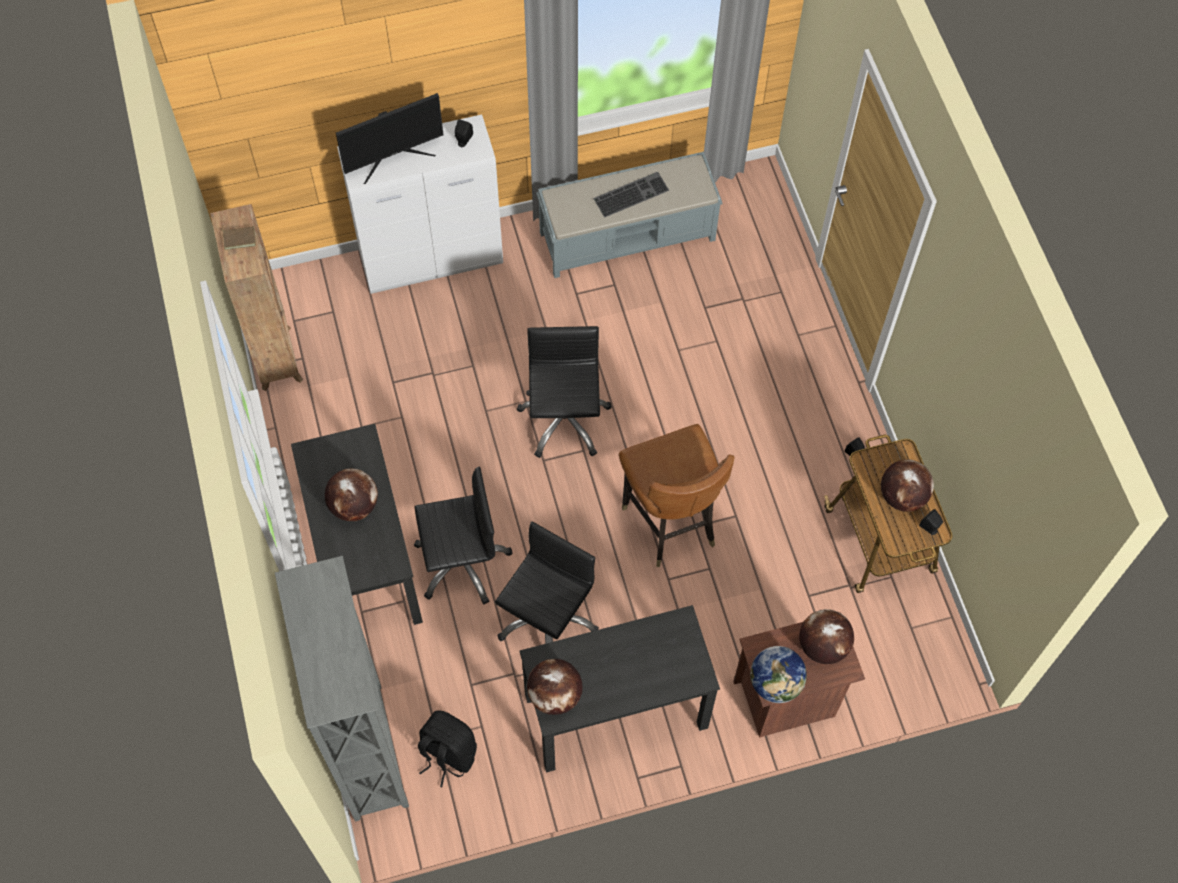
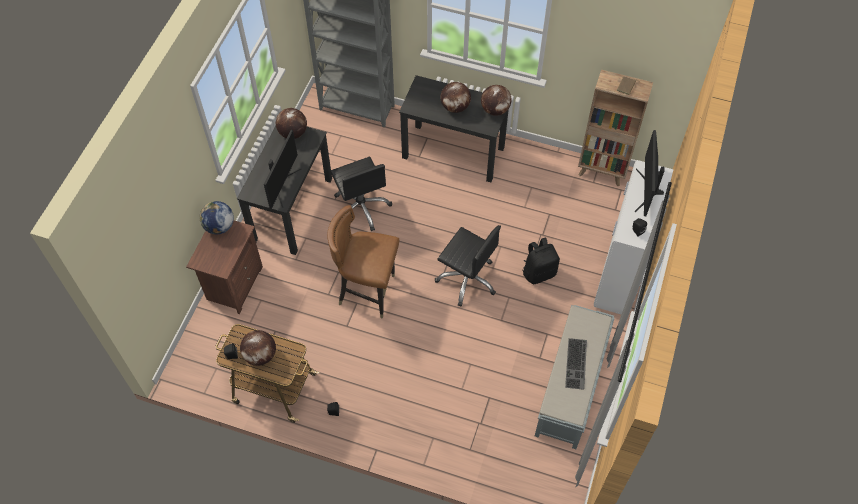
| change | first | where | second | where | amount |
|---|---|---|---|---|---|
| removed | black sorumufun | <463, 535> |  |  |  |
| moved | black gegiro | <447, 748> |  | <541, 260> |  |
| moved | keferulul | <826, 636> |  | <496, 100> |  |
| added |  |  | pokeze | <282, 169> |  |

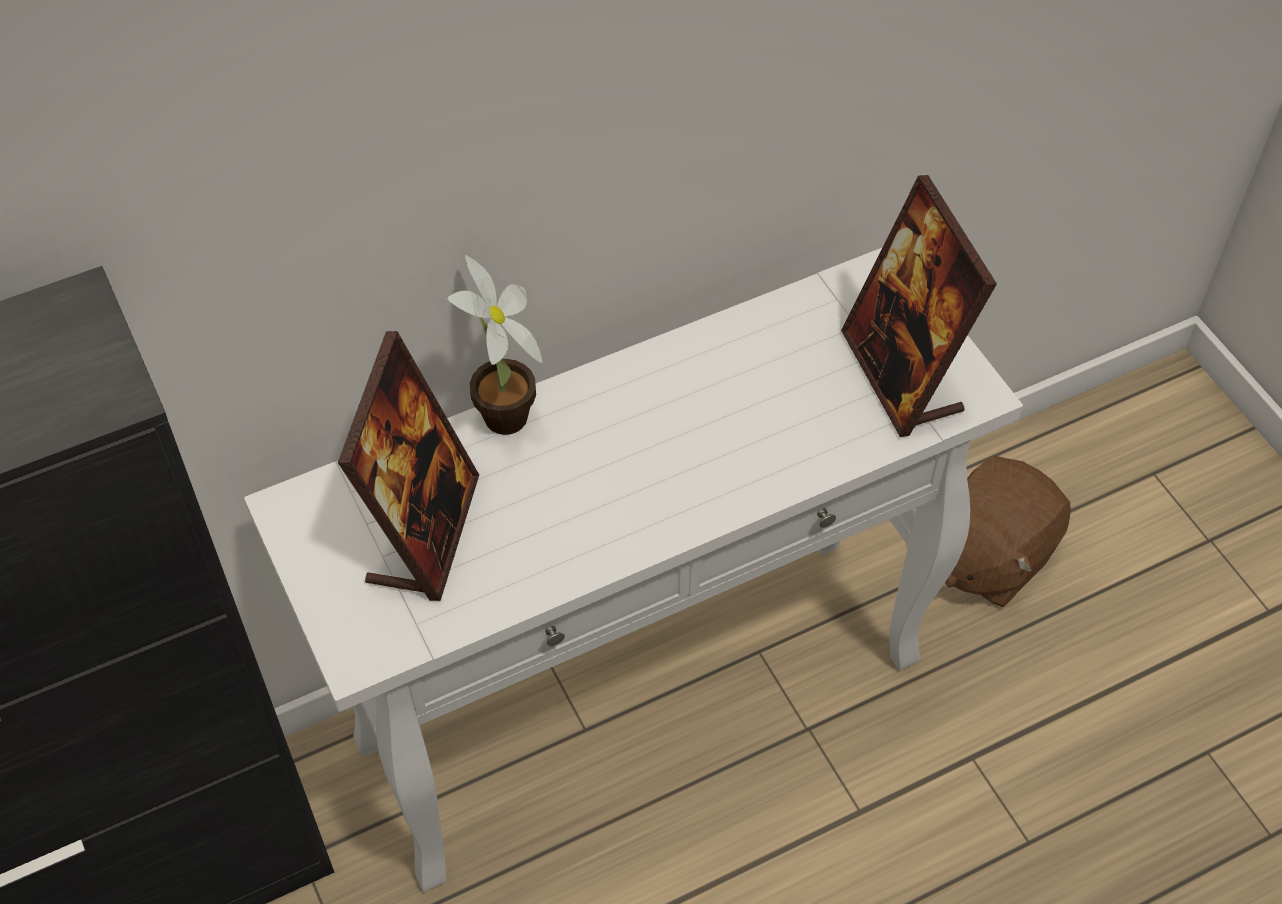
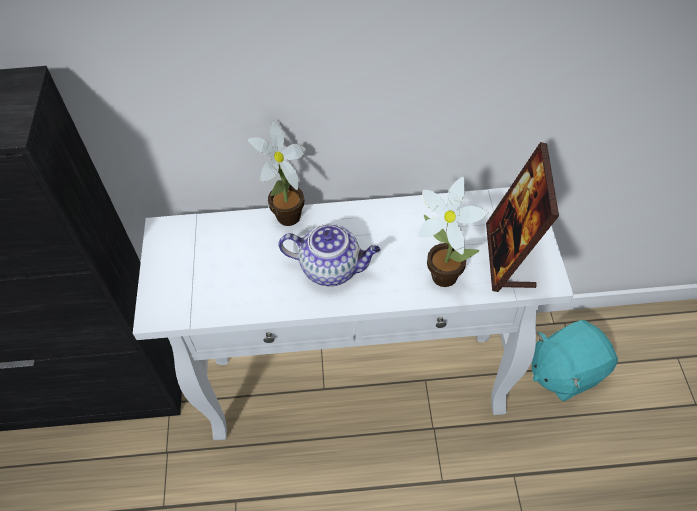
| change | first | where | second | where | amount |
|---|---|---|---|---|---|
| removed | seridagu | <408, 466> |  |  |  |
| recoloured | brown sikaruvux | <1008, 531> | turquoise sikaruvux | <575, 361> |  |
| added |  |  | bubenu | <329, 255> |  |
| added |  |  | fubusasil | <453, 232> |  |

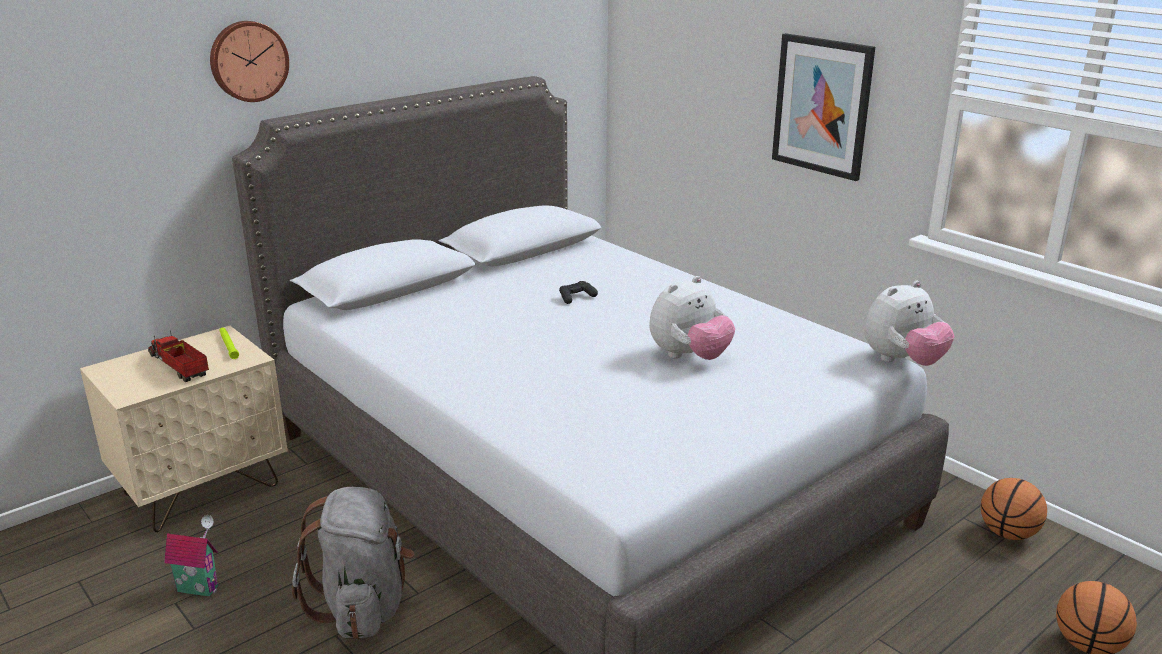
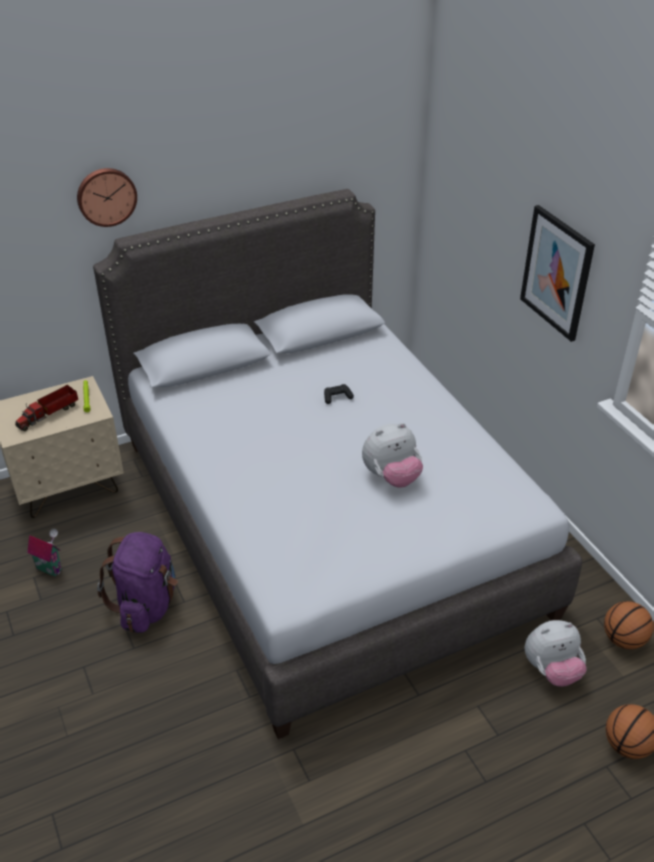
| change | first | where | second | where | amount |
|---|---|---|---|---|---|
| turned | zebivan | <178, 356> |  | <46, 408> | 105 degrees counterclockwise |
| recoloured | grey gegiro | <353, 563> | purple gegiro | <137, 582> |  |
| moved | sikaruvux | <909, 323> |  | <556, 653> |  |

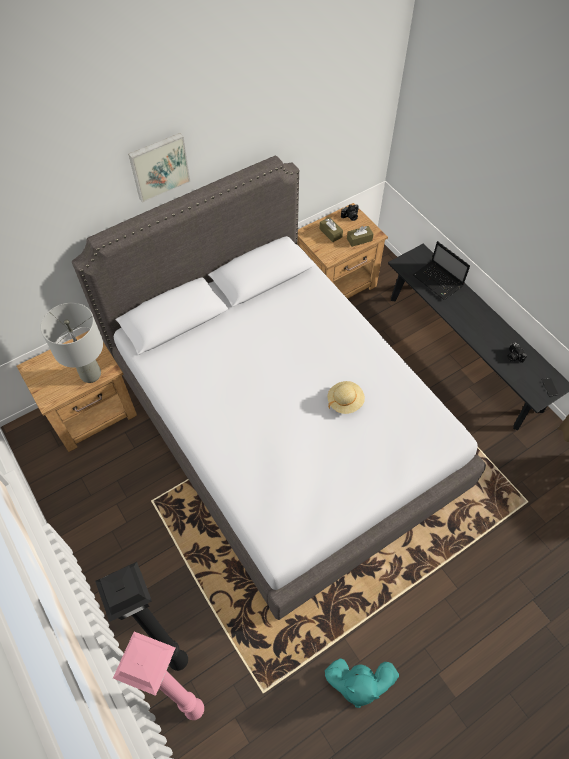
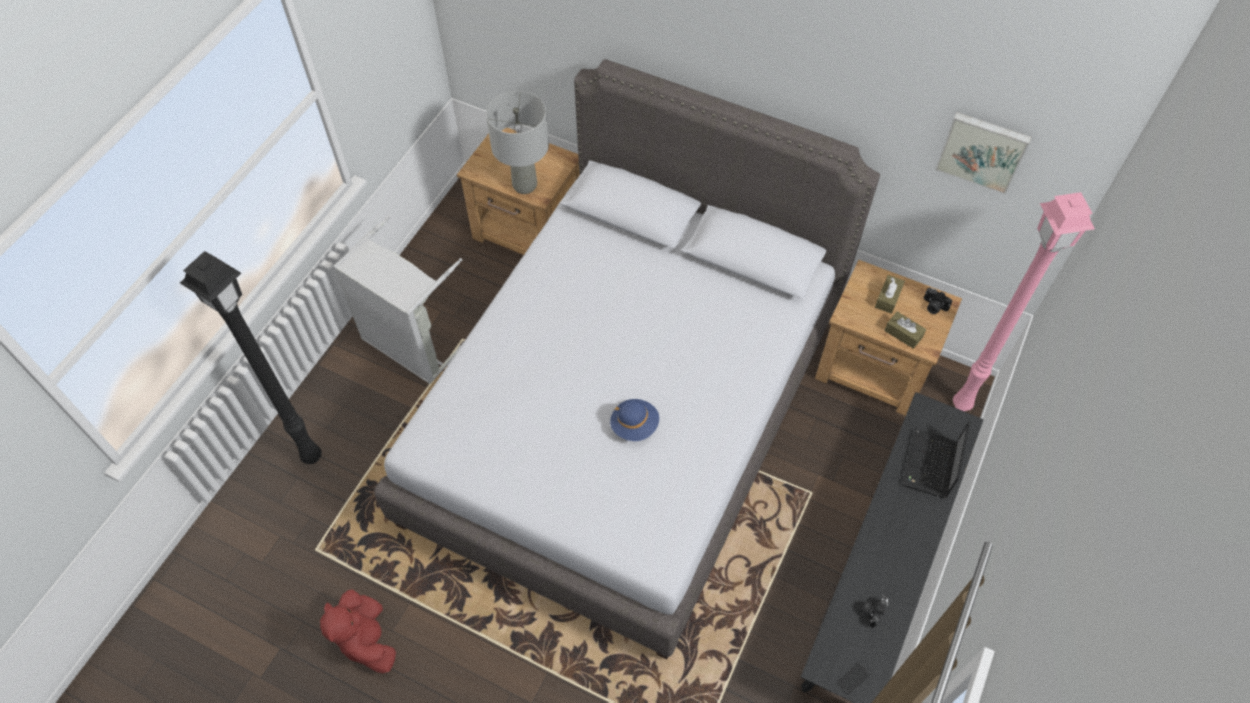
| change | first | where | second | where | amount |
|---|---|---|---|---|---|
| moved | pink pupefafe | <158, 676> |  | <1024, 301> |  |
| moved | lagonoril | <159, 168> |  | <983, 153> |  |
| recoloured | turquoise sikaruvux | <362, 683> | red sikaruvux | <358, 631> |  |
| recoloured | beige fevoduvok | <346, 397> | blue fevoduvok | <634, 420> |  |
| added |  |  | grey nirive | <398, 299> |  |

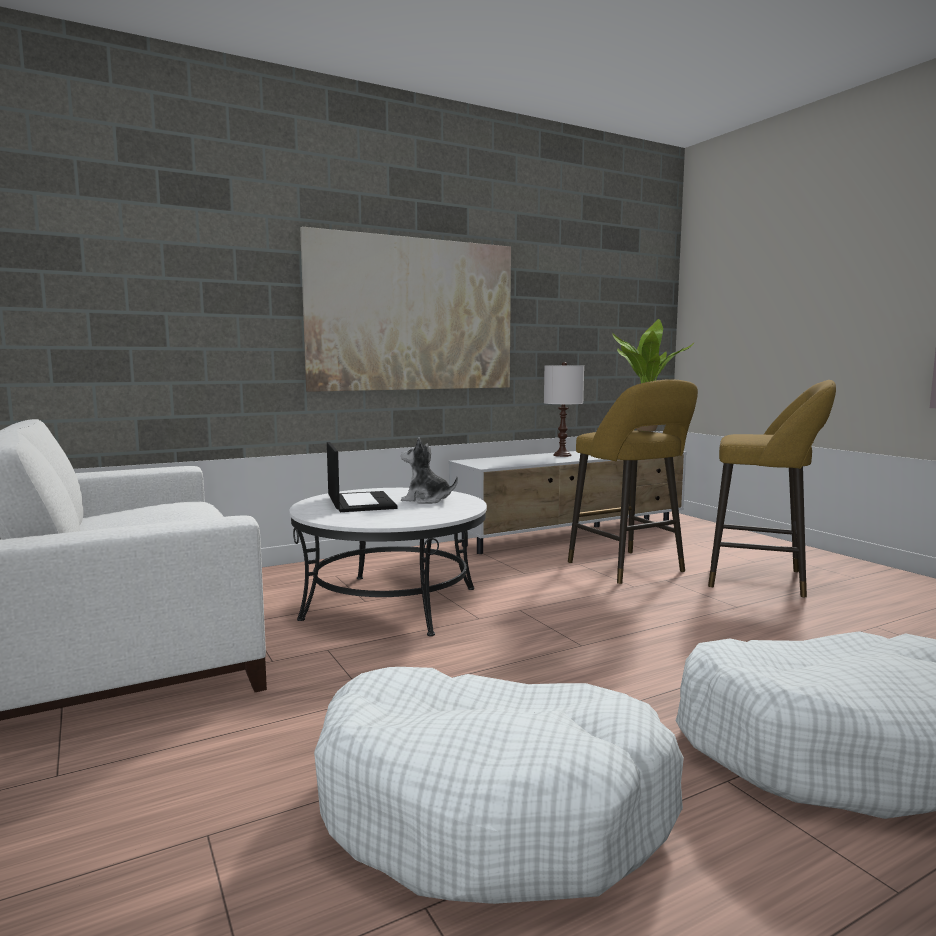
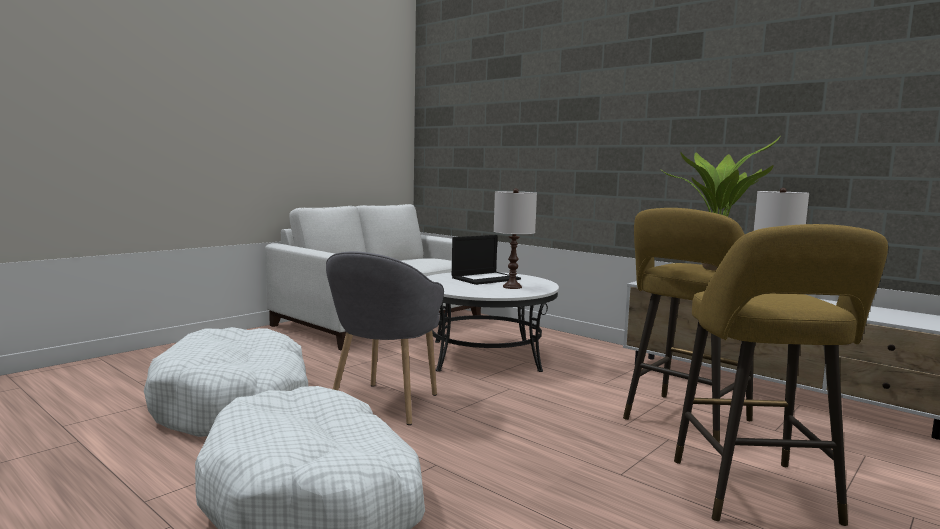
| change | first | where | second | where | amount |
|---|---|---|---|---|---|
| removed | lagonoril | <405, 309> |  |  |  |
| replaced | sikaruvux | <429, 470> | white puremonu | <515, 238> |  |
| added |  |  | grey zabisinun | <385, 338> |  |

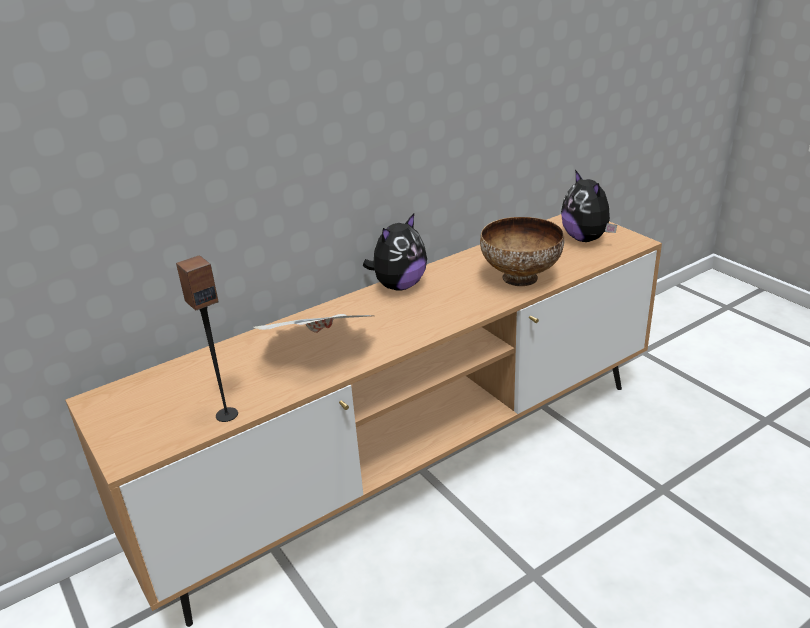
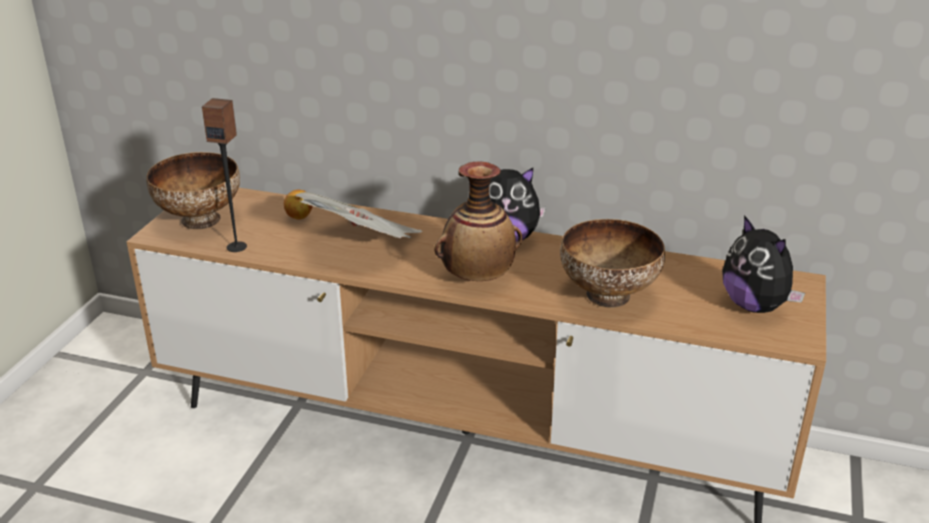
| change | first | where | second | where | amount |
|---|---|---|---|---|---|
| turned | sikaruvux | <589, 206> |  | <763, 264> | 60 degrees counterclockwise |
| added |  |  | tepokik | <193, 190> |  |
| added |  |  | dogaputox | <298, 205> |  |
| added |  |  | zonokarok | <478, 221> |  |

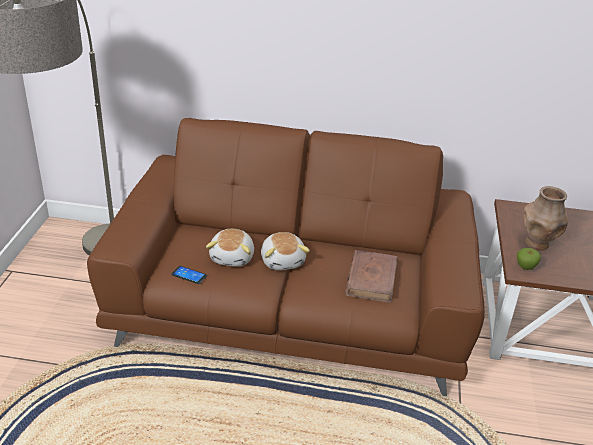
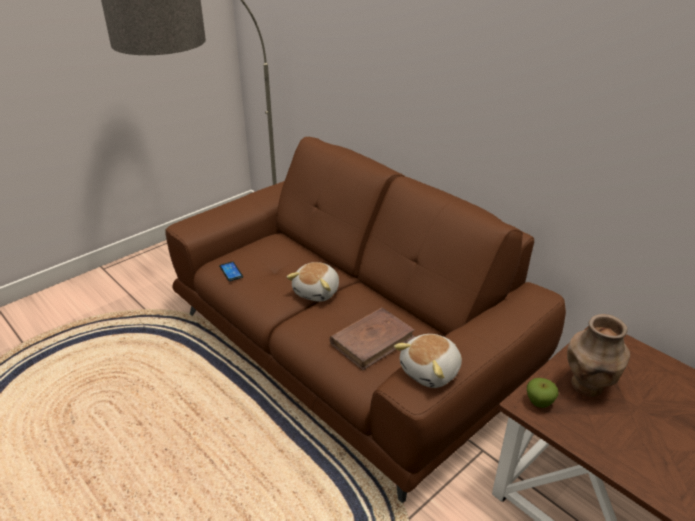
| change | first | where | second | where | amount |
|---|---|---|---|---|---|
| moved | sikaruvux | <230, 248> |  | <428, 361> |  |

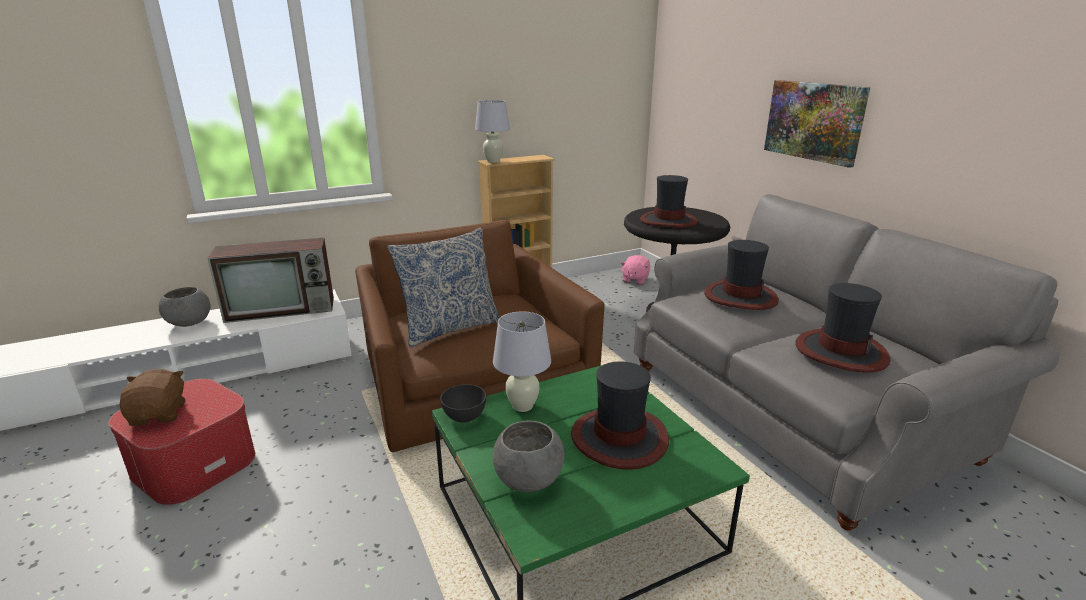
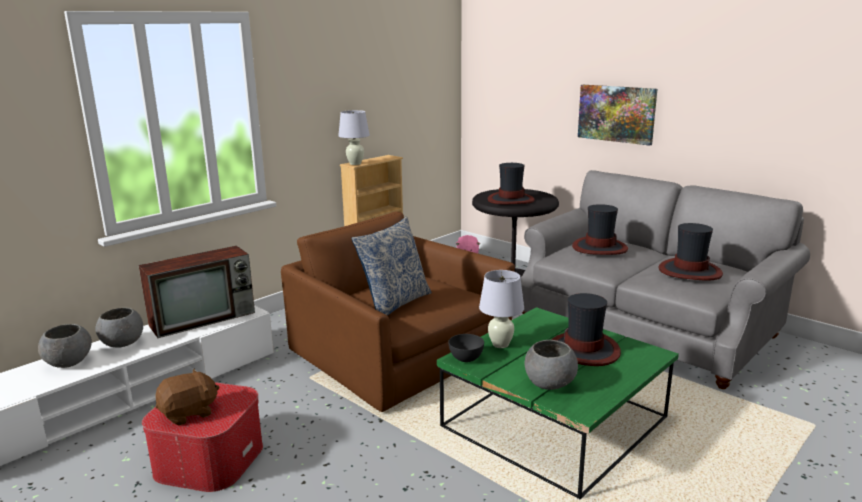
| change | first | where | second | where | amount |
|---|---|---|---|---|---|
| turned | brown sikaruvux | <153, 397> |  | <187, 397> | 90 degrees clockwise |
| added |  |  | grey tepokik | <65, 346> |  |

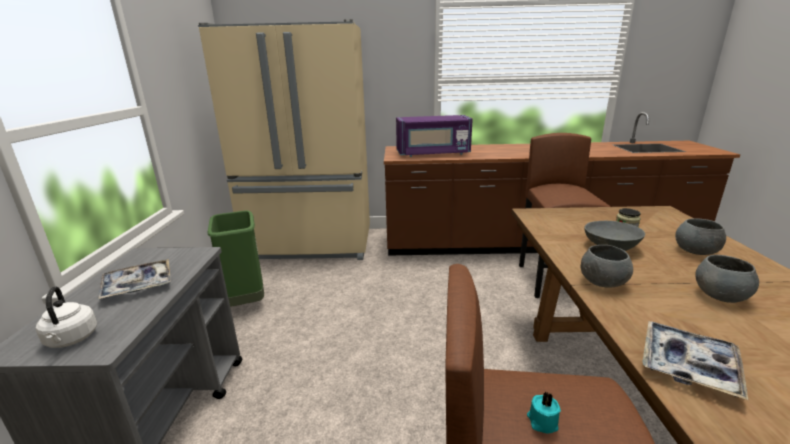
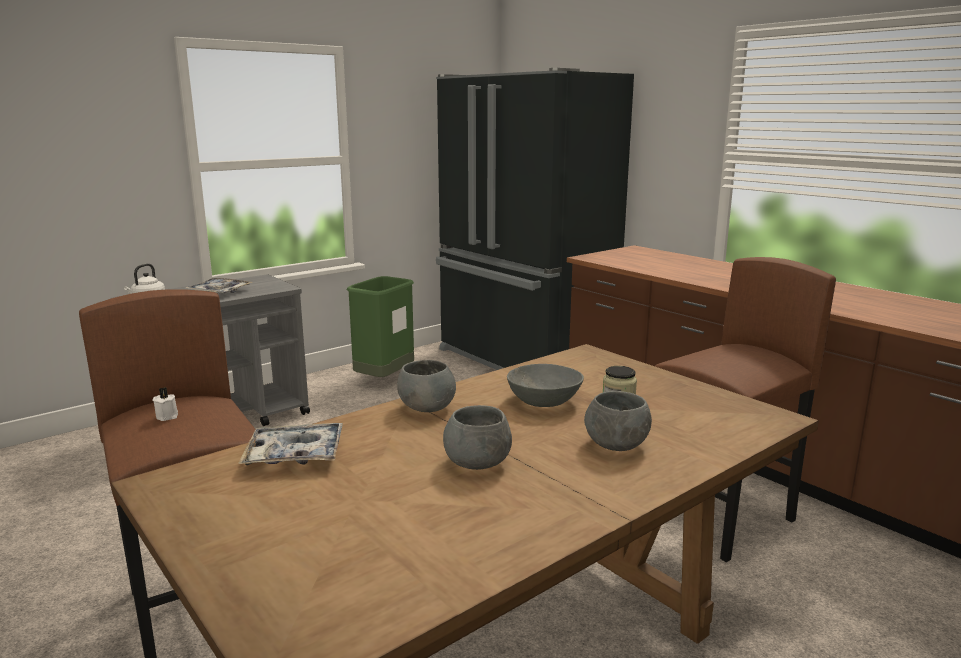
| change | first | where | second | where | amount |
|---|---|---|---|---|---|
| recoloured | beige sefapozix | <284, 139> | black sefapozix | <535, 219> |  |
| removed | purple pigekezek | <434, 136> |  |  |  |
| recoloured | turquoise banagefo | <544, 413> | white banagefo | <165, 404> |  |

